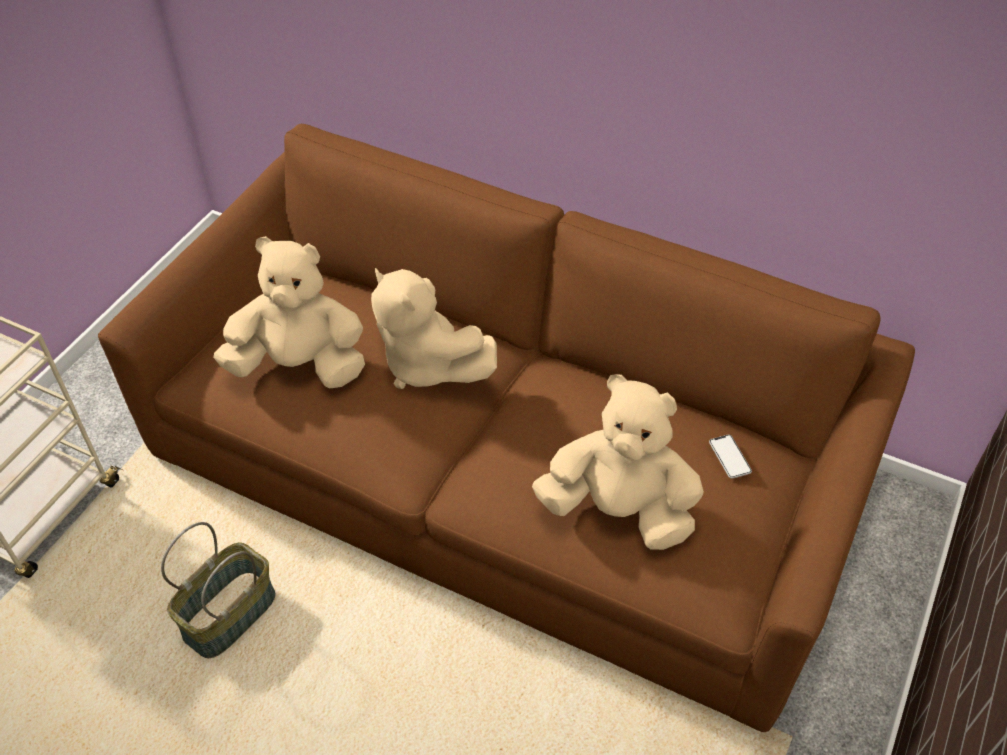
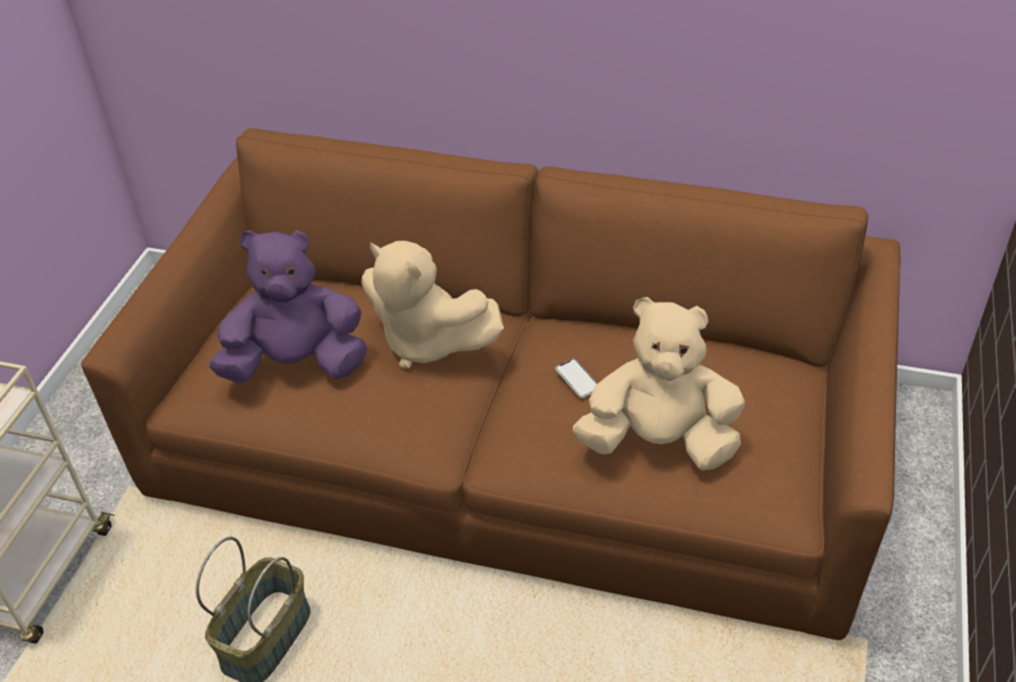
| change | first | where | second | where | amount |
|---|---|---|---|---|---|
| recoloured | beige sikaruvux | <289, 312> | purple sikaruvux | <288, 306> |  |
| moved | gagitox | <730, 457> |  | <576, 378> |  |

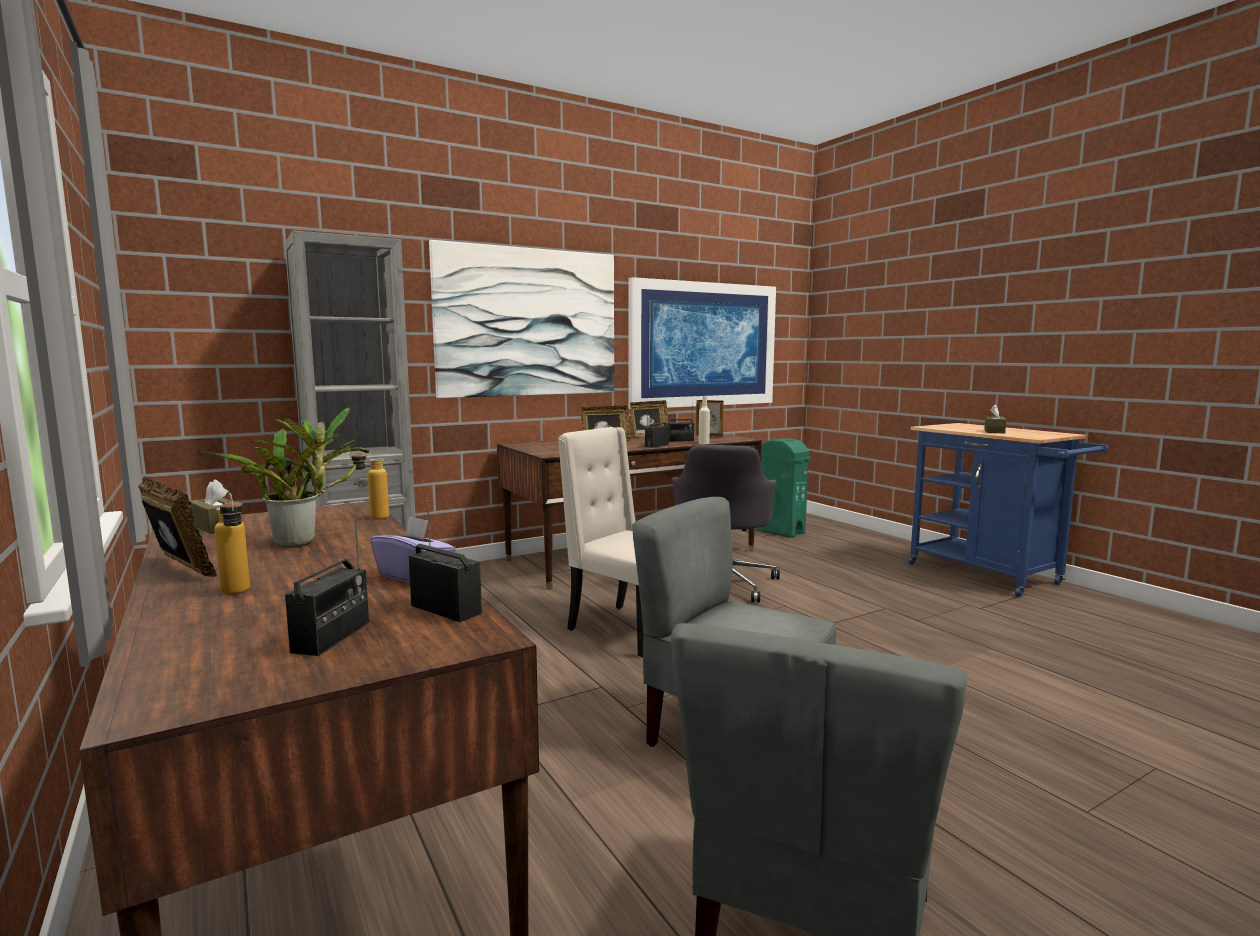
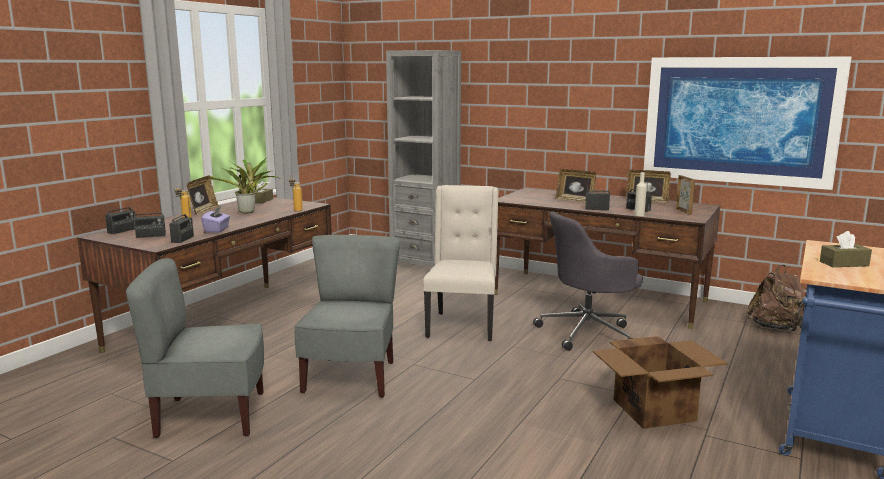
| change | first | where | second | where | amount |
|---|---|---|---|---|---|
| removed | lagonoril | <521, 319> |  |  |  |
| replaced | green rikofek | <783, 488> | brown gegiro | <776, 298> |  |
| added |  |  | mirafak | <120, 213> |  |
| added |  |  | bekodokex | <660, 382> |  |

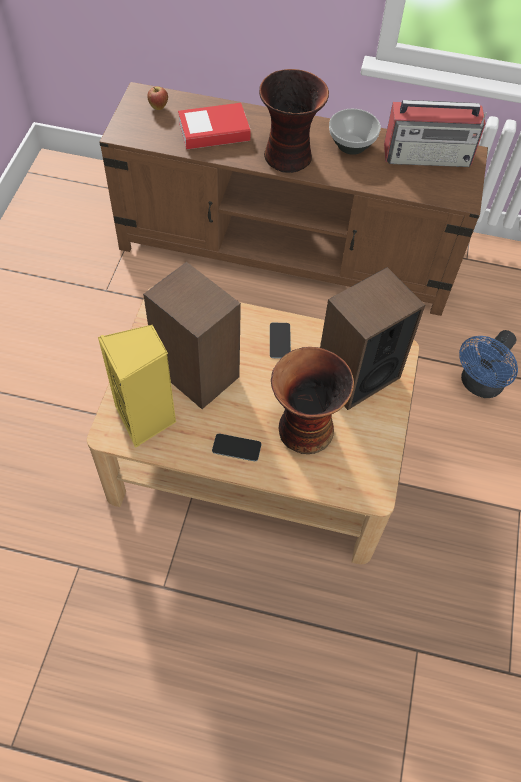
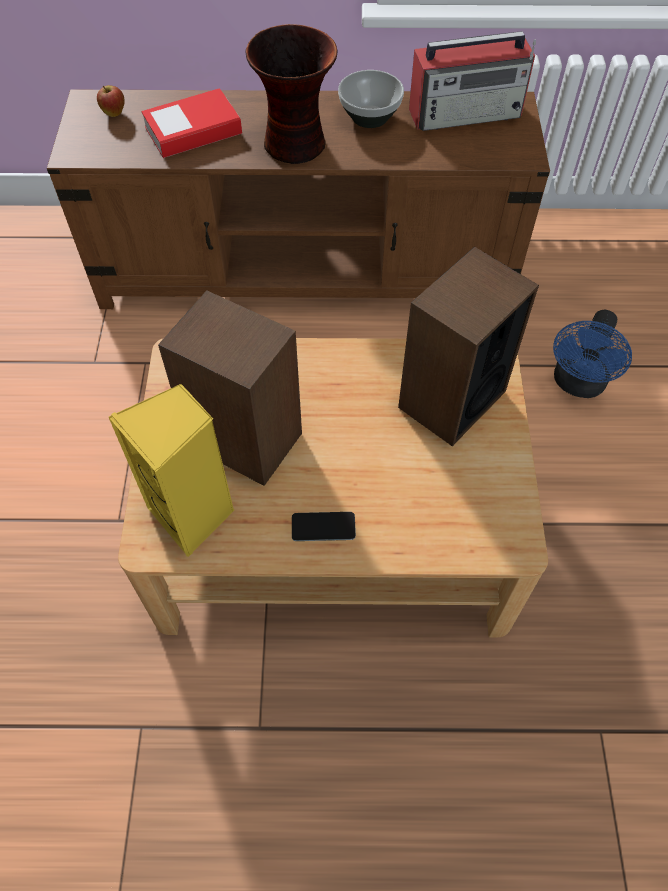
| change | first | where | second | where | amount |
|---|---|---|---|---|---|
| removed | gagitox | <280, 341> |  |  |  |
| removed | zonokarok | <312, 400> |  |  |  |

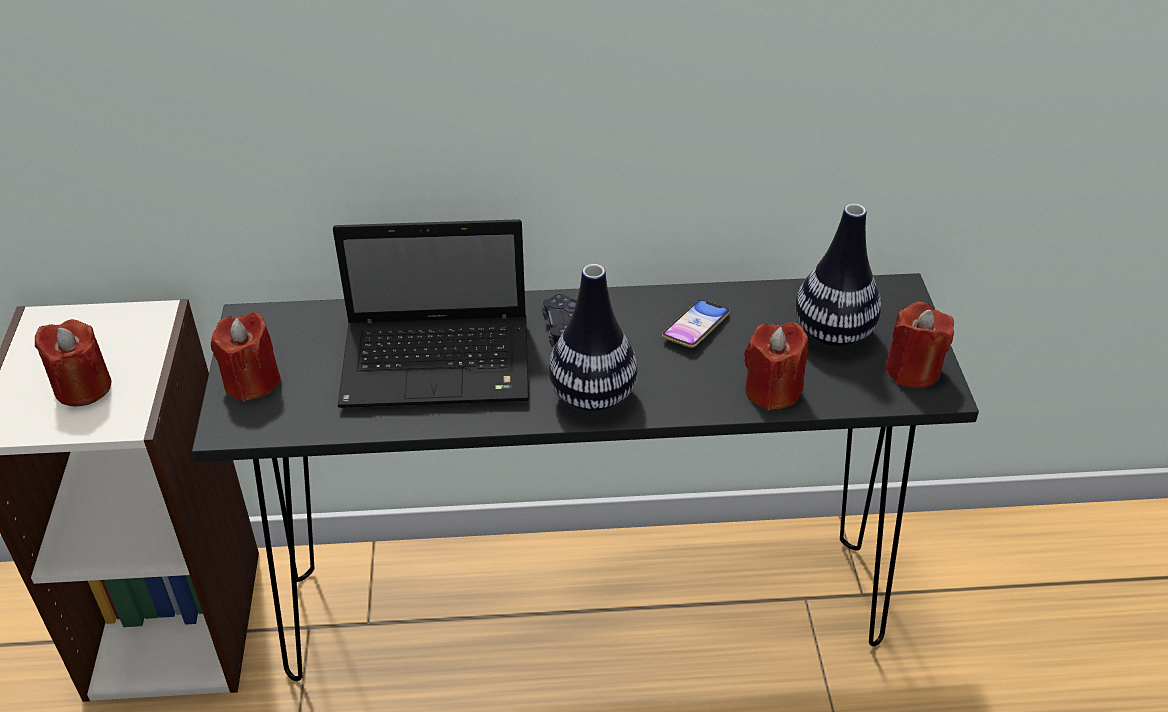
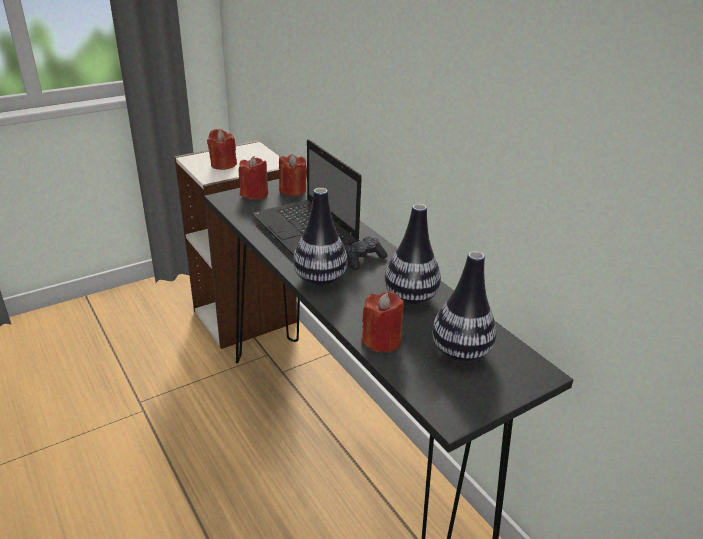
| change | first | where | second | where | amount |
|---|---|---|---|---|---|
| replaced | gagitox | <696, 324> | zonokarok | <412, 254> |  |
| moved | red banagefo | <920, 345> |  | <293, 175> |  |

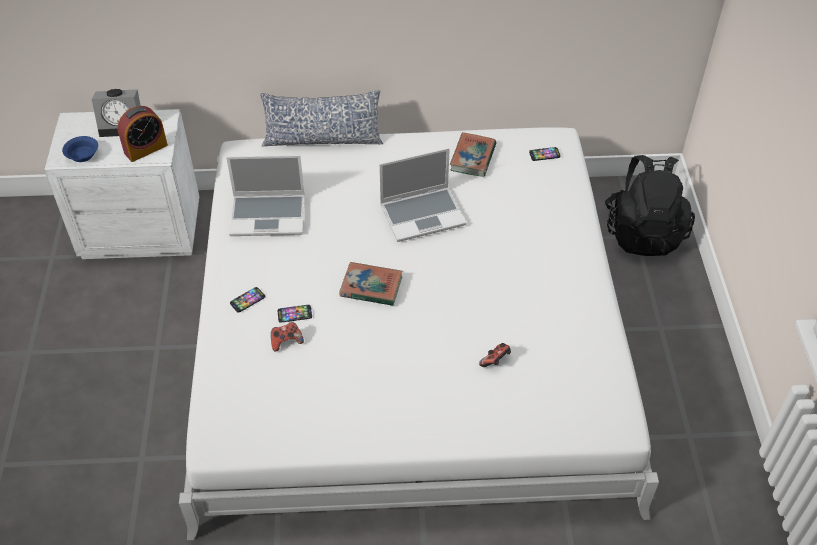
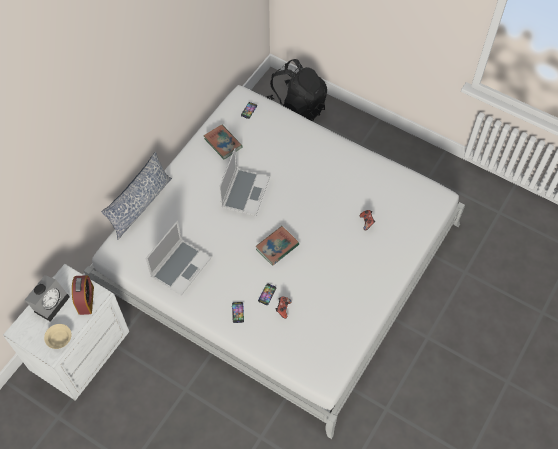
| change | first | where | second | where | amount |
|---|---|---|---|---|---|
| recoloured | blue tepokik | <80, 149> | beige tepokik | <57, 336> |  |

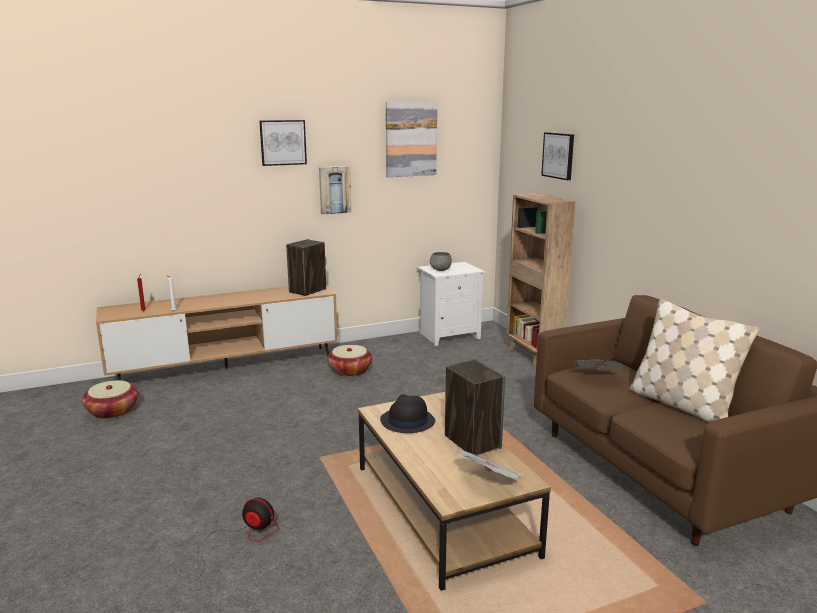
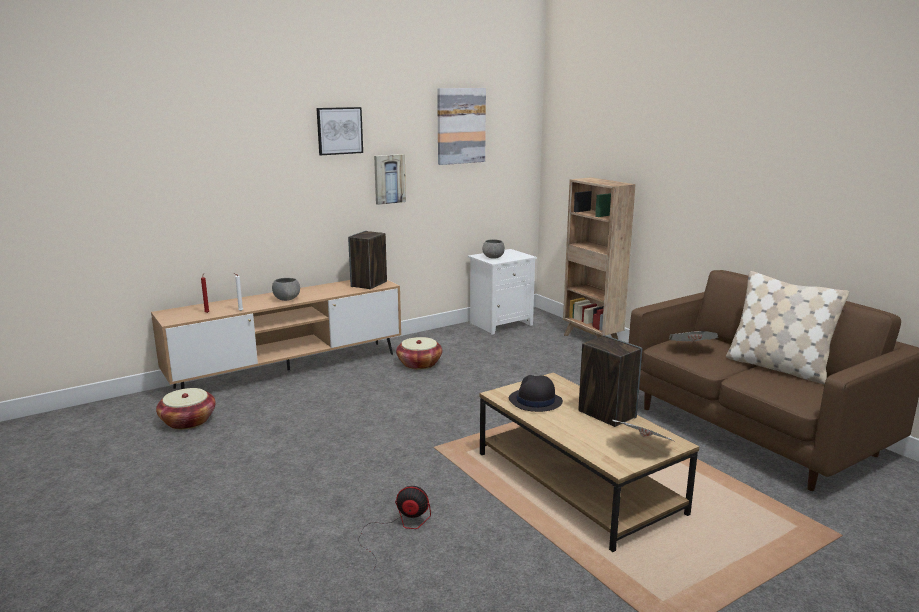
| change | first | where | second | where | amount |
|---|---|---|---|---|---|
| removed | lagonoril | <557, 156> |  |  |  |
| added |  |  | grey tepokik | <286, 289> |  |

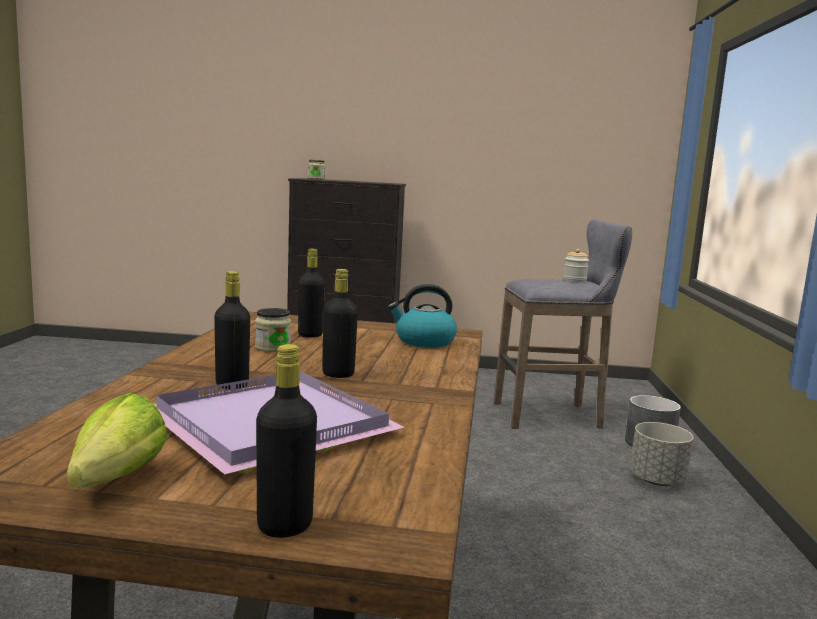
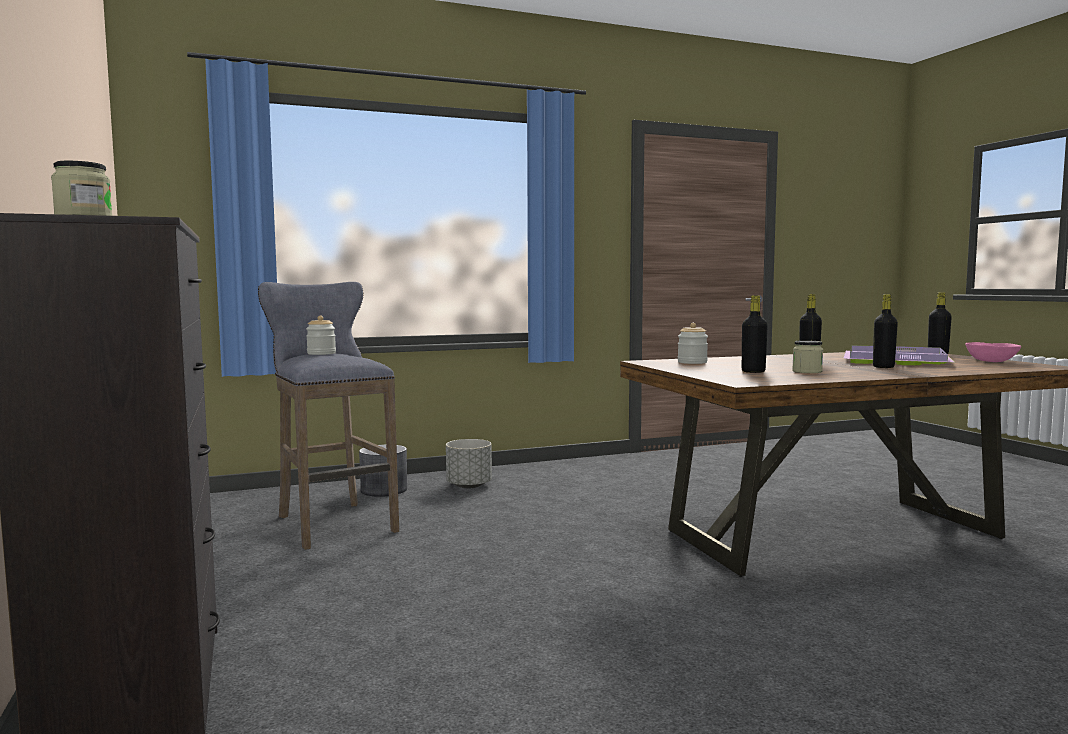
| change | first | where | second | where | amount |
|---|---|---|---|---|---|
| replaced | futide | <117, 440> | pink tepokik | <993, 352> |  |
| replaced | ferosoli | <422, 315> | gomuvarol | <693, 343> |  |

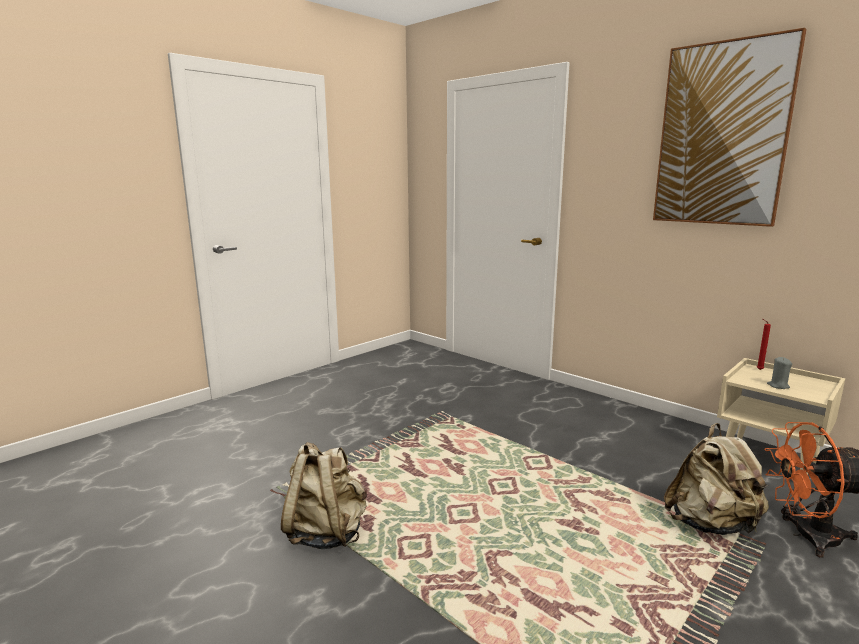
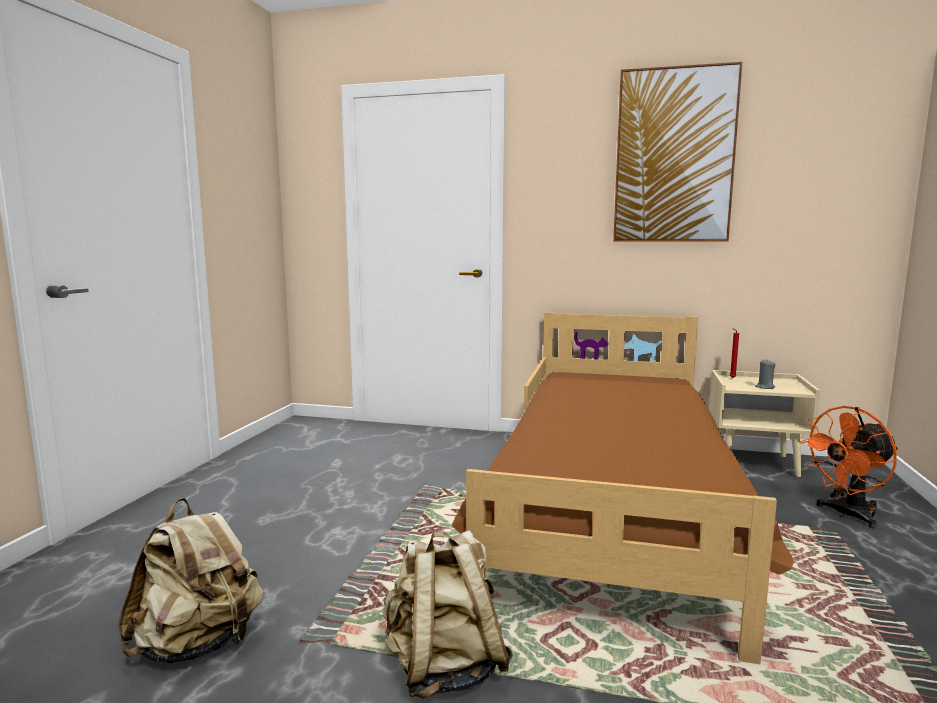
| change | first | where | second | where | amount |
|---|---|---|---|---|---|
| moved | beige gegiro | <716, 479> |  | <190, 580> |  |
| added |  |  | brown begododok | <622, 488> |  |

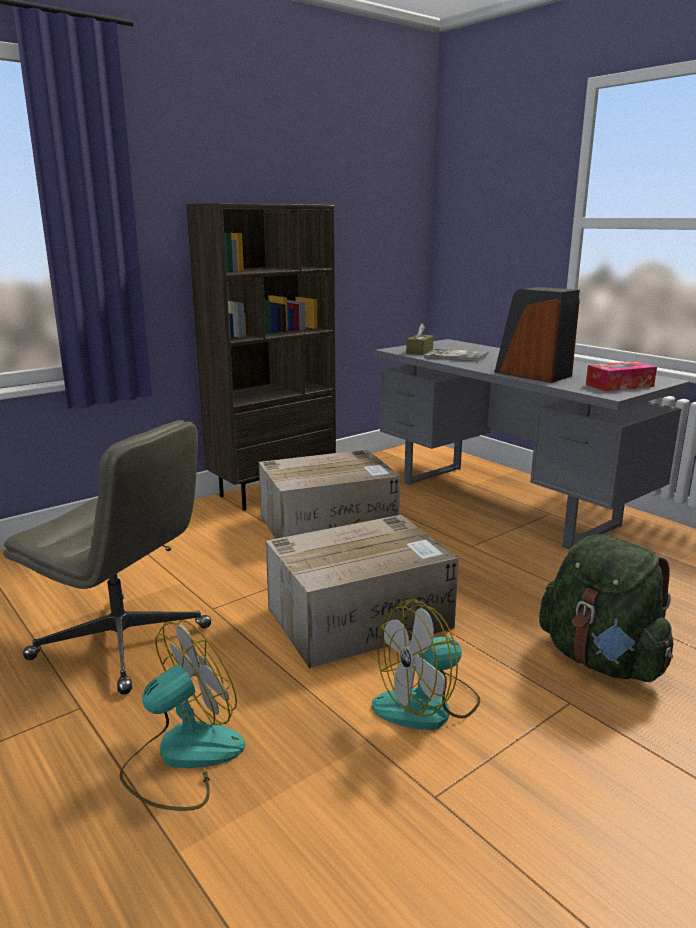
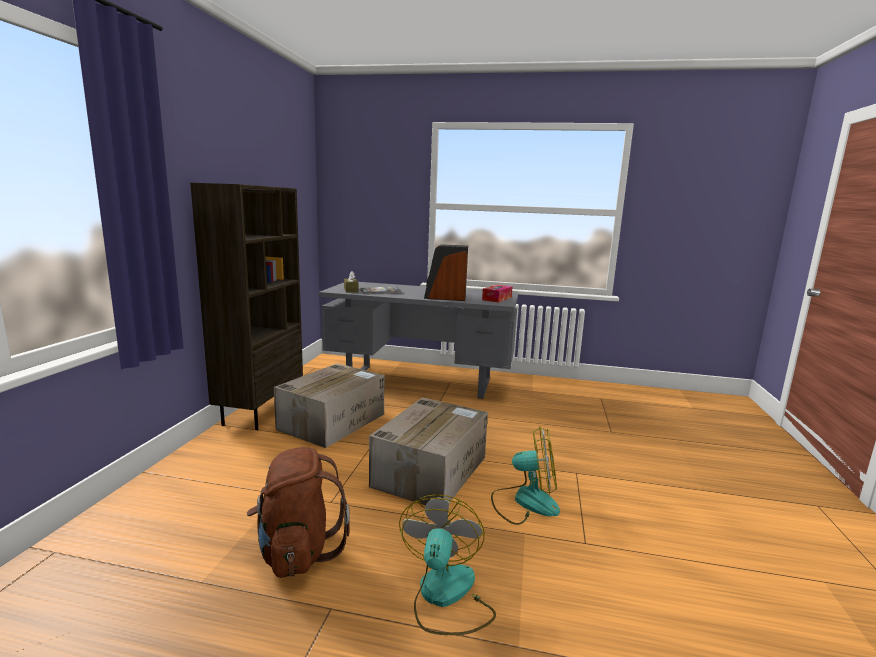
| change | first | where | second | where | amount |
|---|---|---|---|---|---|
| replaced | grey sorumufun | <107, 557> | brown gegiro | <298, 512> |  |
| turned | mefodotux | <426, 665> |  | <525, 475> | 105 degrees counterclockwise |
| removed | green gegiro | <606, 608> |  |  |  |

